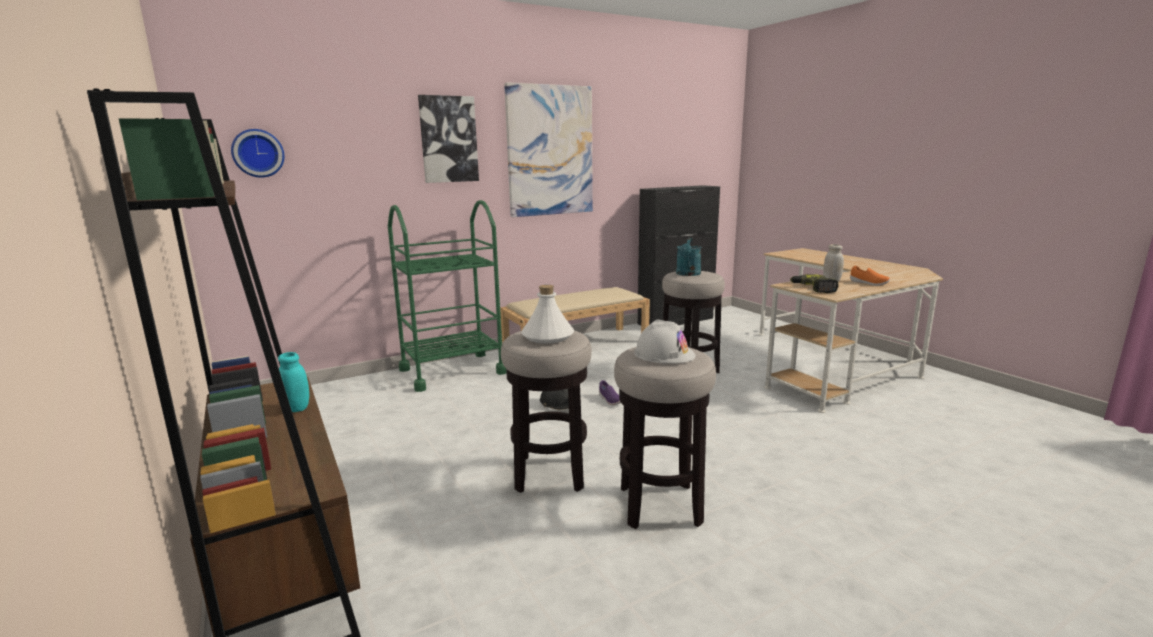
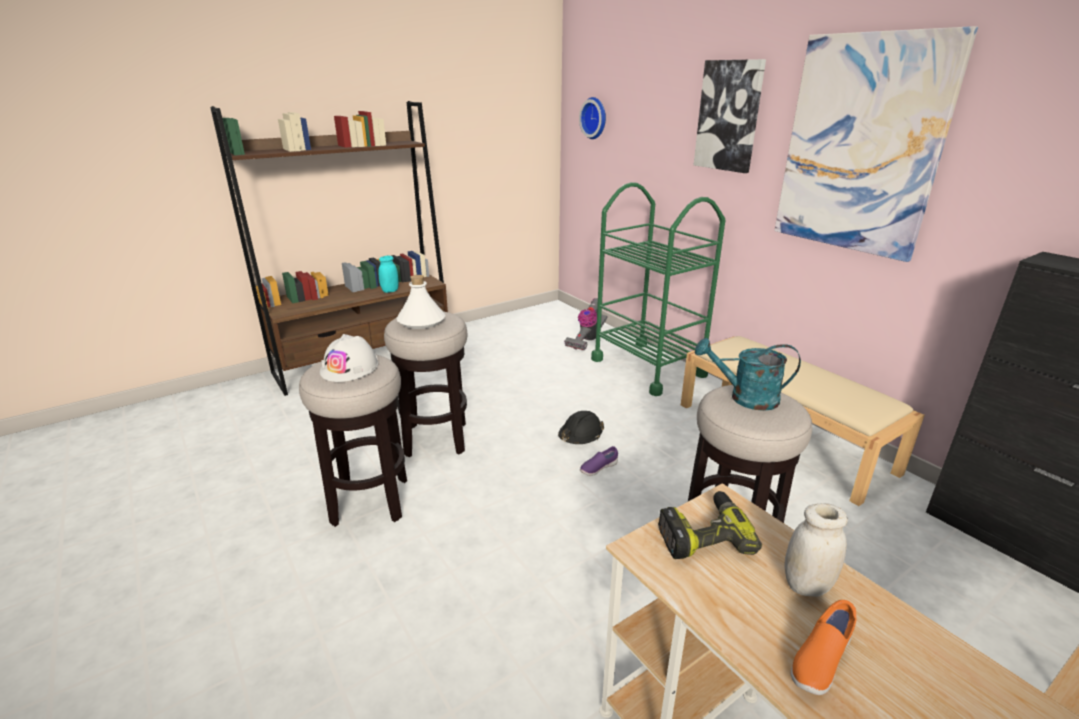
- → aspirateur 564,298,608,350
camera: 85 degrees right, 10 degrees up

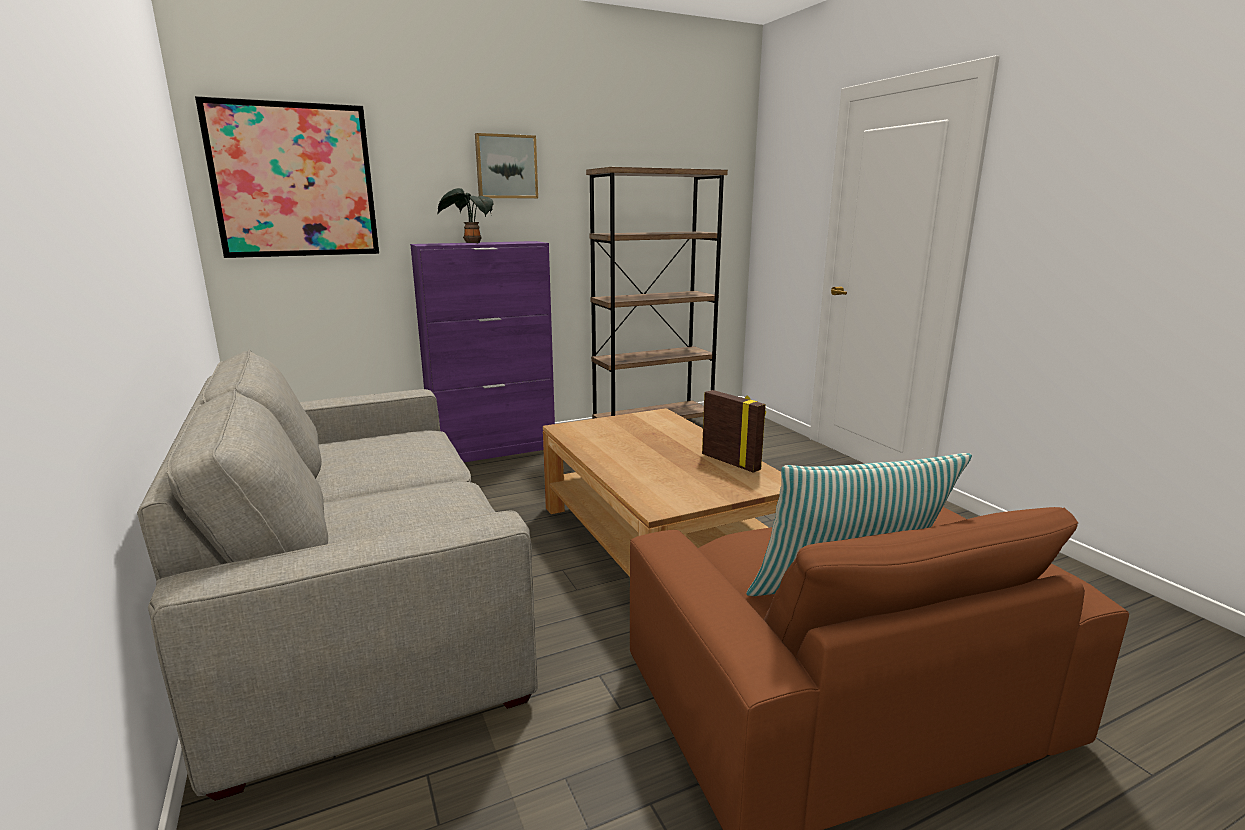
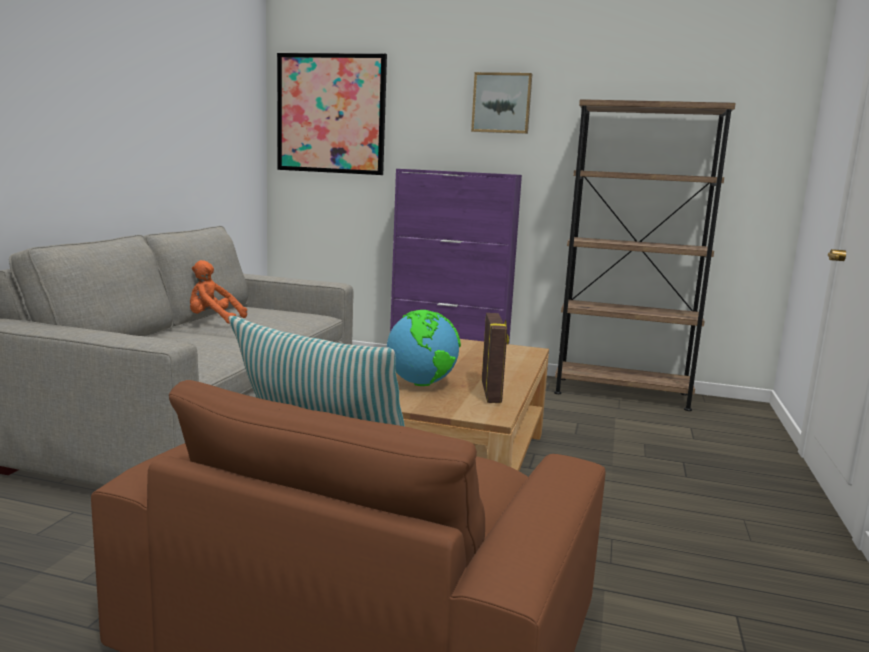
plante en pot 438,188,494,244 → -
- → peluche [orange] 190,260,247,324
- → globe 387,310,461,386
camera: 40 degrees right, 5 degrees down

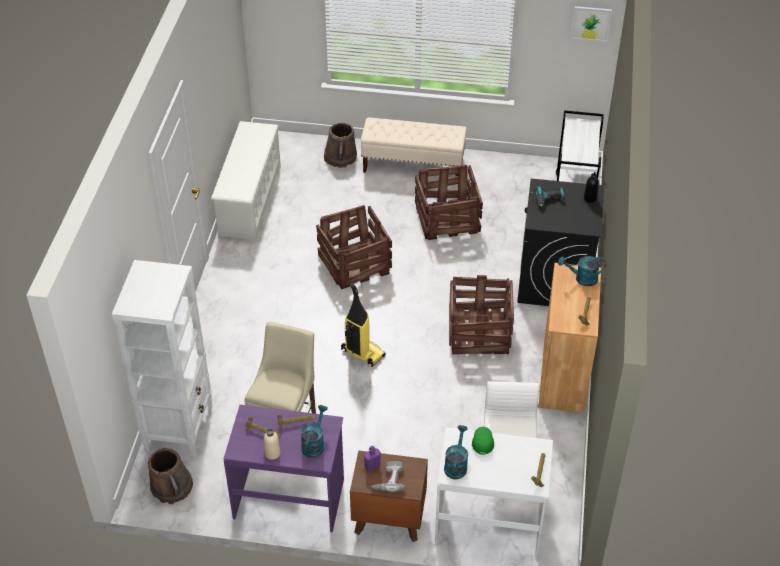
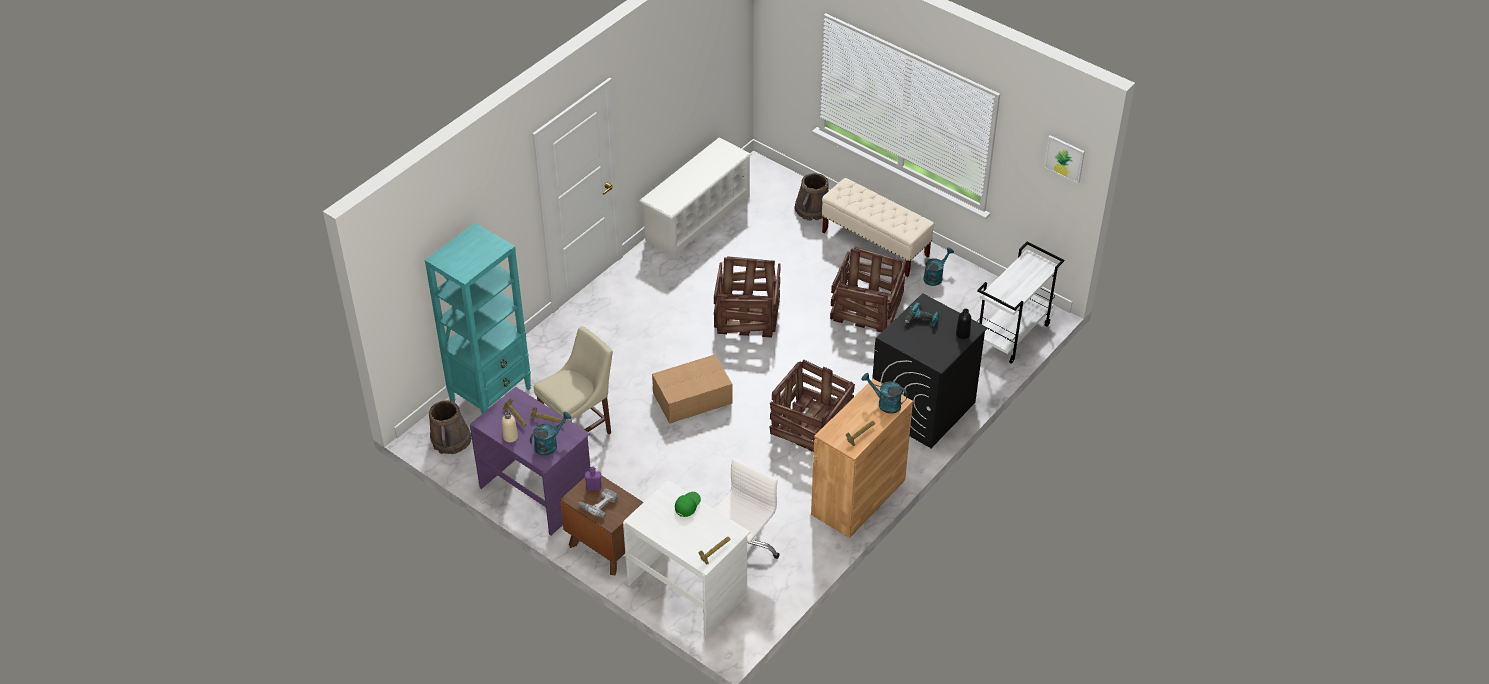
bibliothèque [blanc] 112,260,213,458 → bibliothèque [turquoise] 425,223,531,414
aspirateur 341,283,386,367 → carton 652,354,733,424
arrosoir [turquoise] 444,425,468,479 → arrosoir [turquoise] 923,247,954,286, shifted
camera: 30 degrees right, 0 degrees up

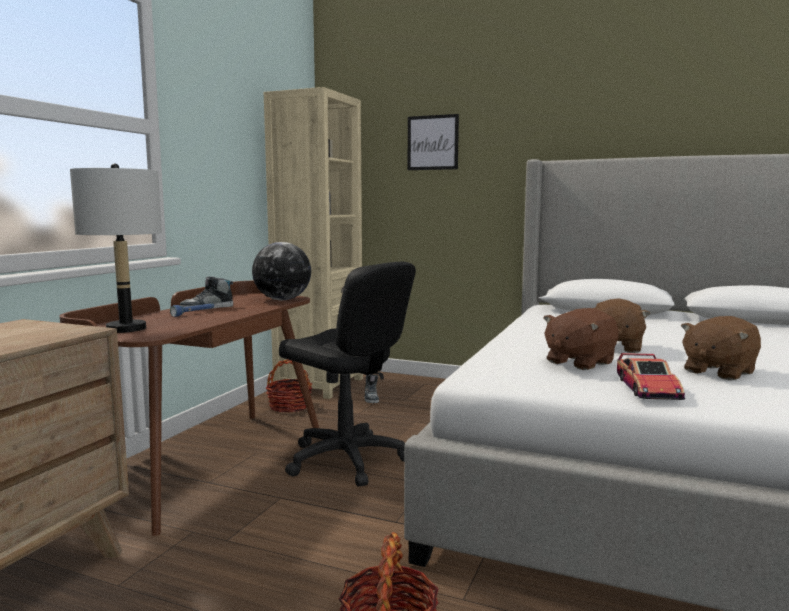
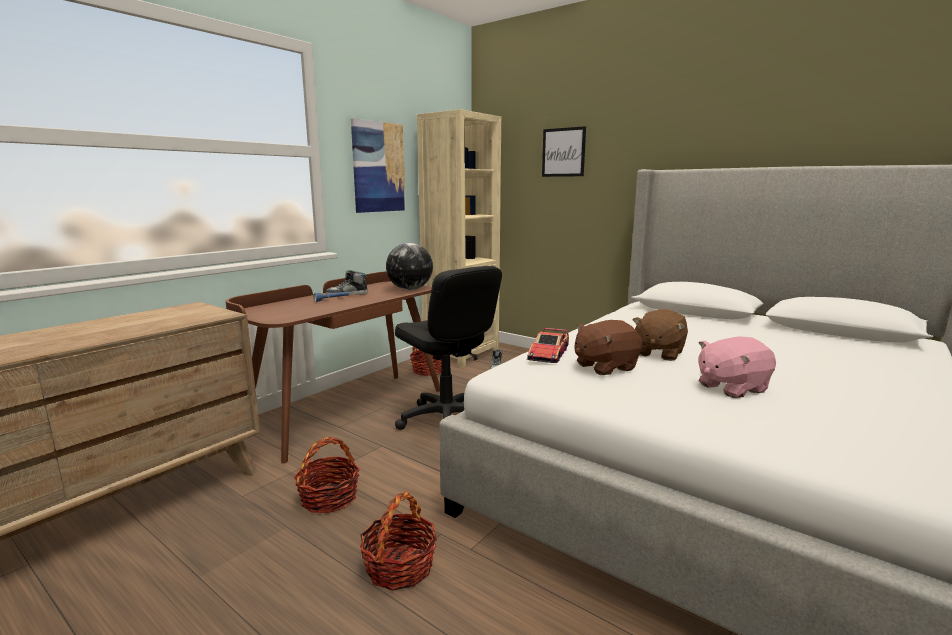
lampe de table [gris] 70,163,162,333 → -
petite voiture 617,353,685,400 → petite voiture 527,328,569,363, shifted
peluche [marron] 681,316,761,380 → peluche [rose] 698,337,776,398
- → panier 294,437,360,513
- → tableau 351,118,406,213
camera: 15 degrees right, 5 degrees up

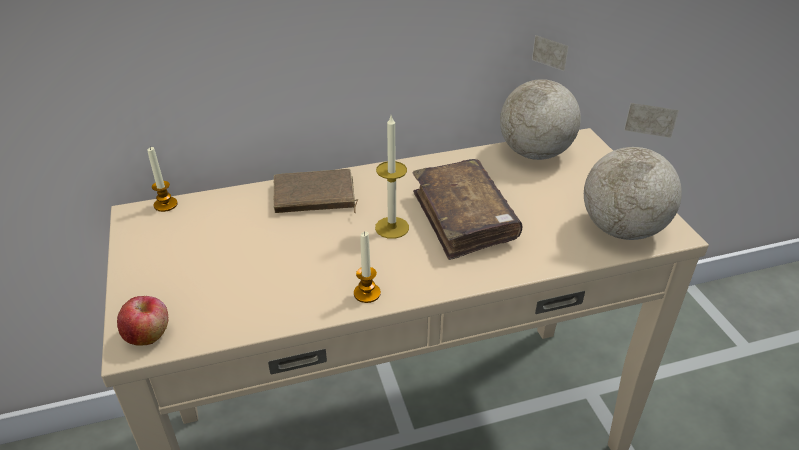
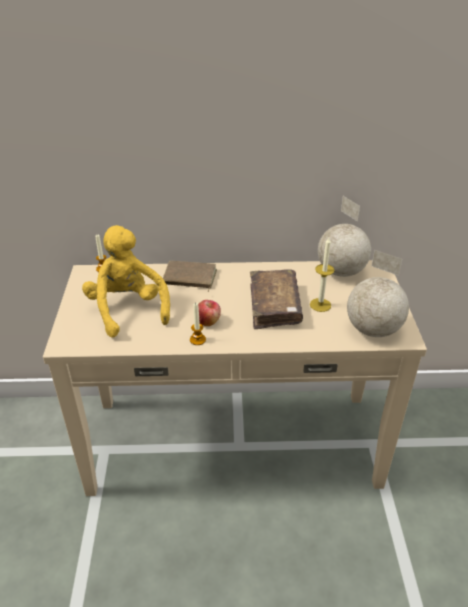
pomme 117,296,168,346 → pomme 198,300,221,326, shifted
bougie 375,116,409,239 → bougie 310,237,334,312, shifted
- → peluche [jaune] 82,225,170,338
camera: 15 degrees right, 0 degrees up

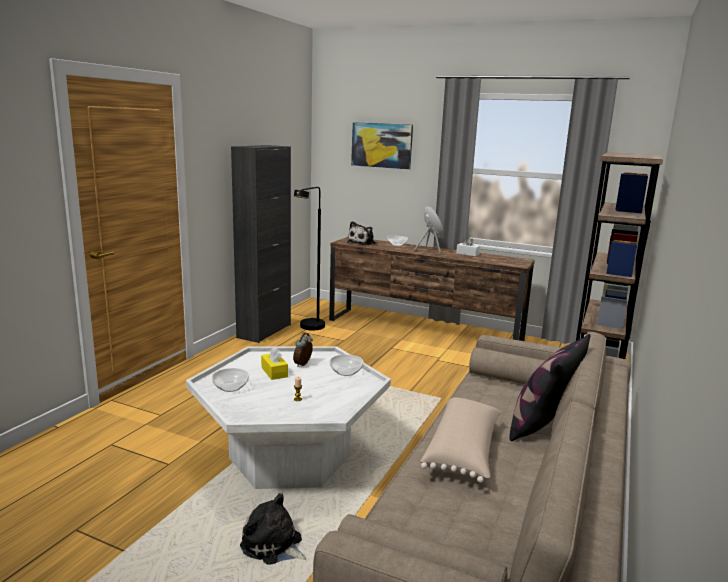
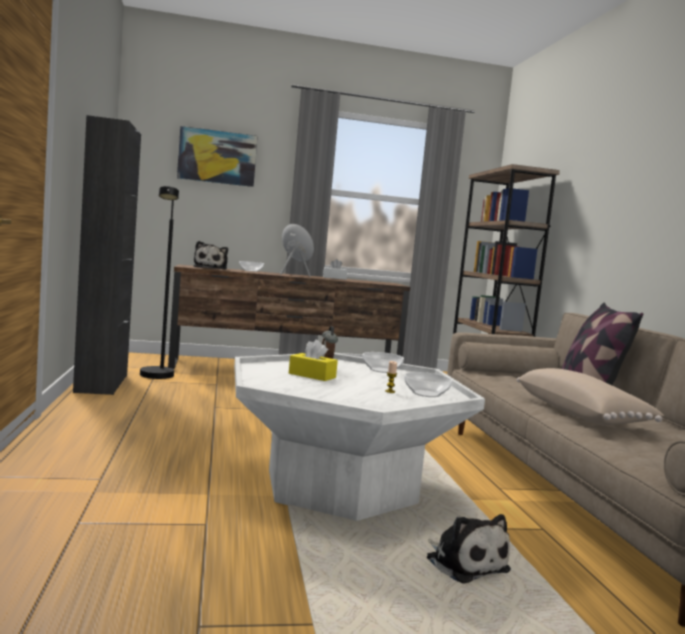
bol 212,368,249,392 → bol 404,372,453,397, shifted
peluche 240,493,307,565 → peluche 427,514,511,584, 120 degrees counterclockwise
camera: 35 degrees left, 10 degrees down

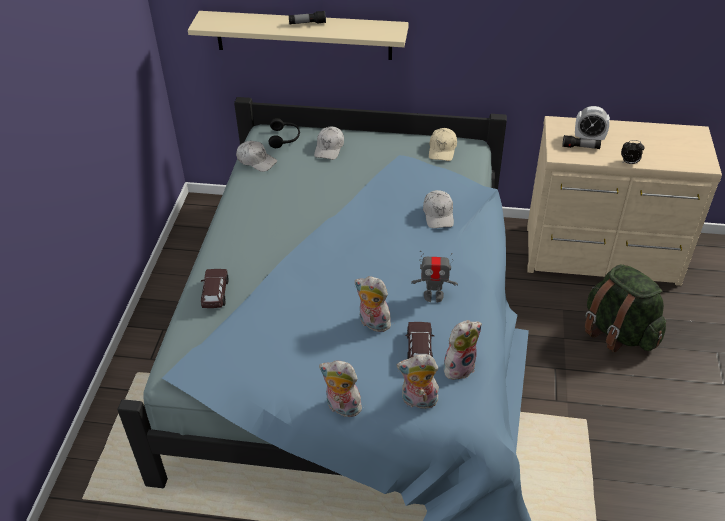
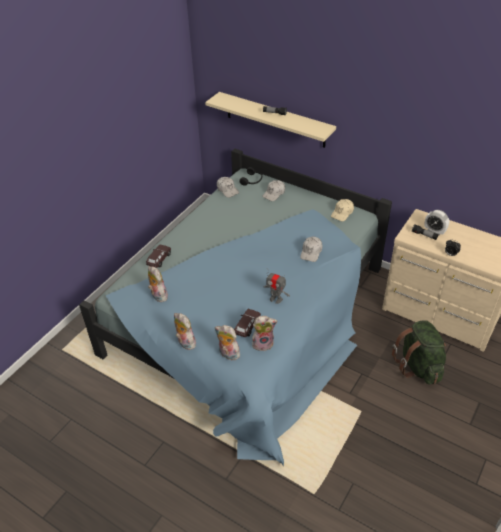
peluche 355,276,394,332 → peluche 148,266,168,302, shifted
camera: 25 degrees right, 0 degrees up

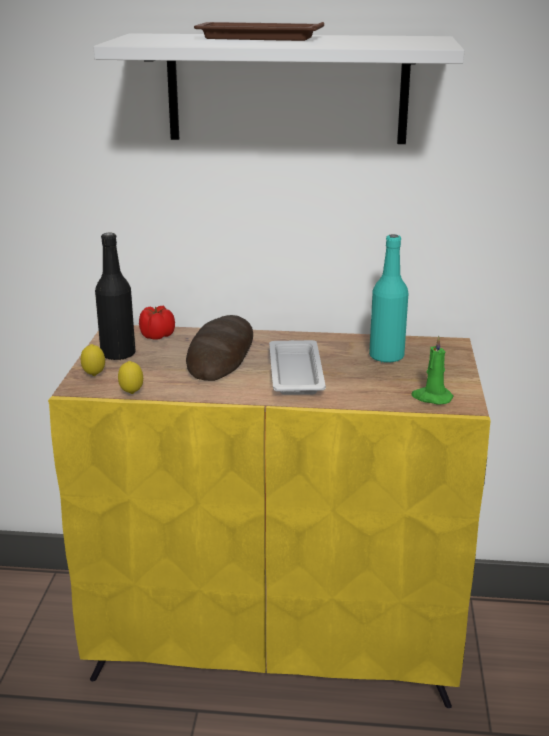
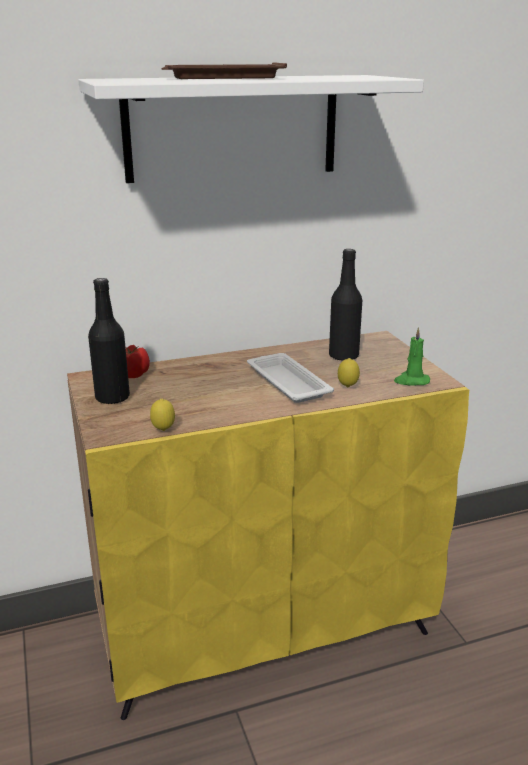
citron 81,344,105,376 → citron 338,358,360,387, shifted
pain 186,315,253,381 → -
bouteille [turquoise] 369,234,409,363 → bouteille [noir] 329,249,362,361
camera: 25 degrees left, 0 degrees up

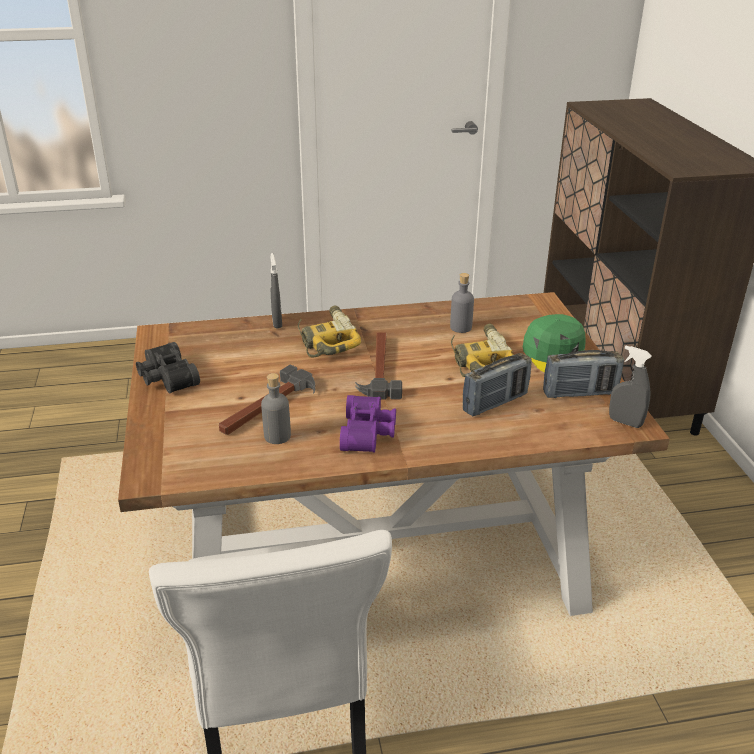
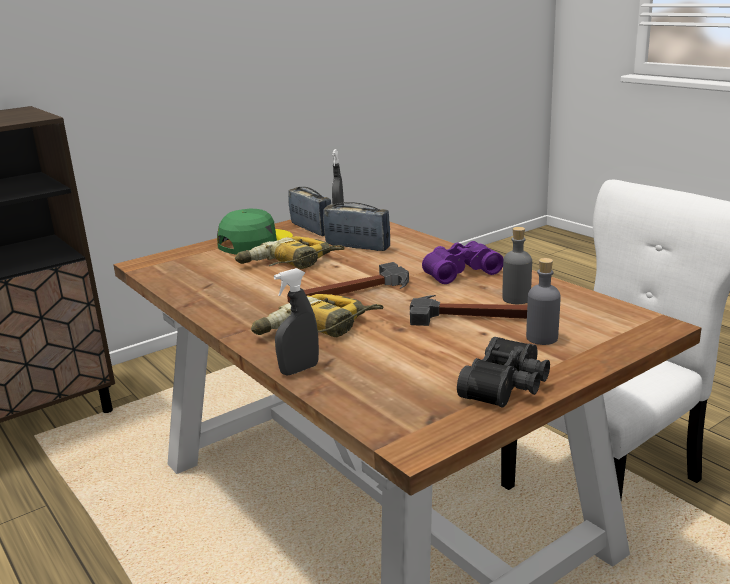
bouteille [gris] 450,273,474,333 → bouteille [gris] 526,258,561,345, shifted
camera: 115 degrees left, 10 degrees down

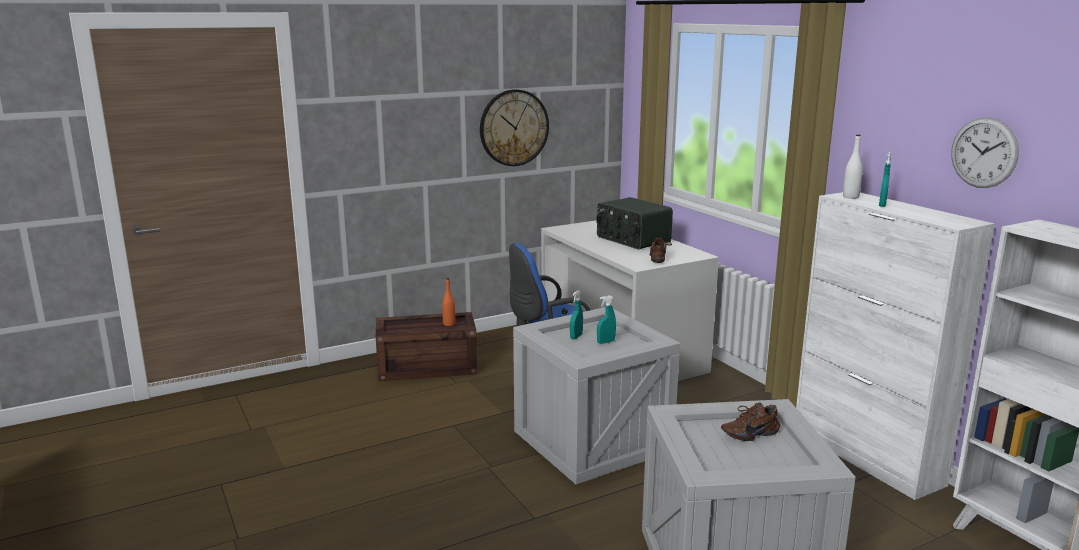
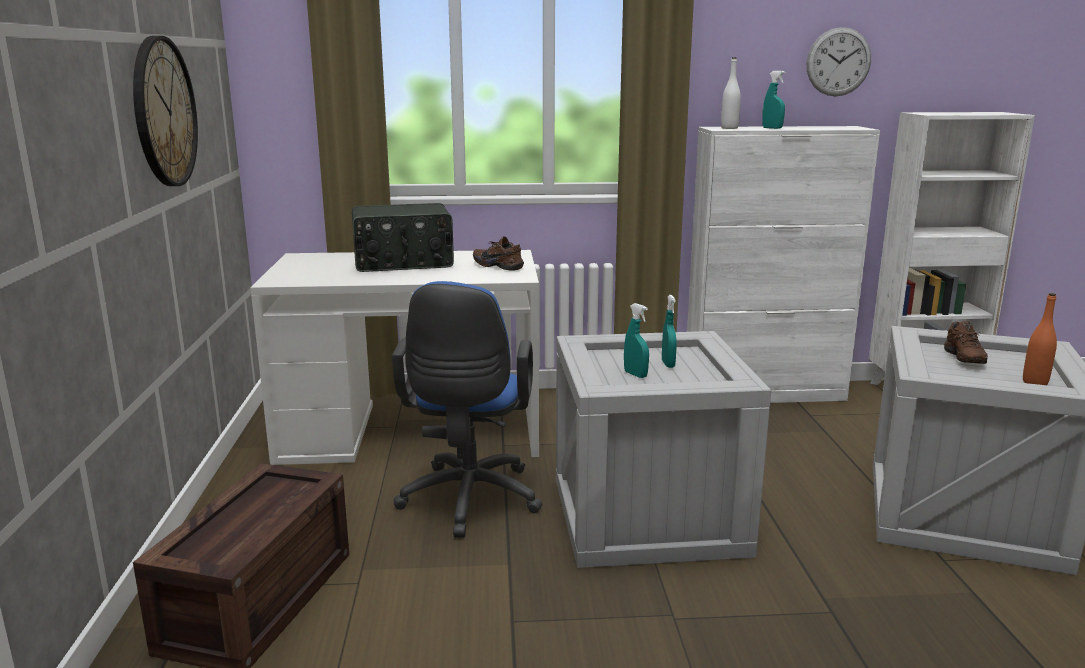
bouteille [orange] 442,278,455,326 → bouteille [orange] 1023,293,1057,385, shifted
camera: 65 degrees left, 0 degrees up

